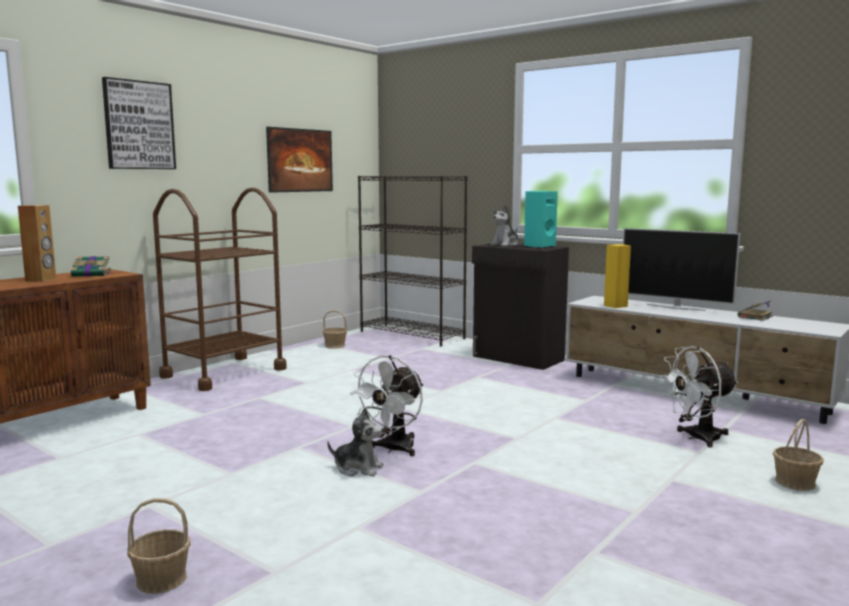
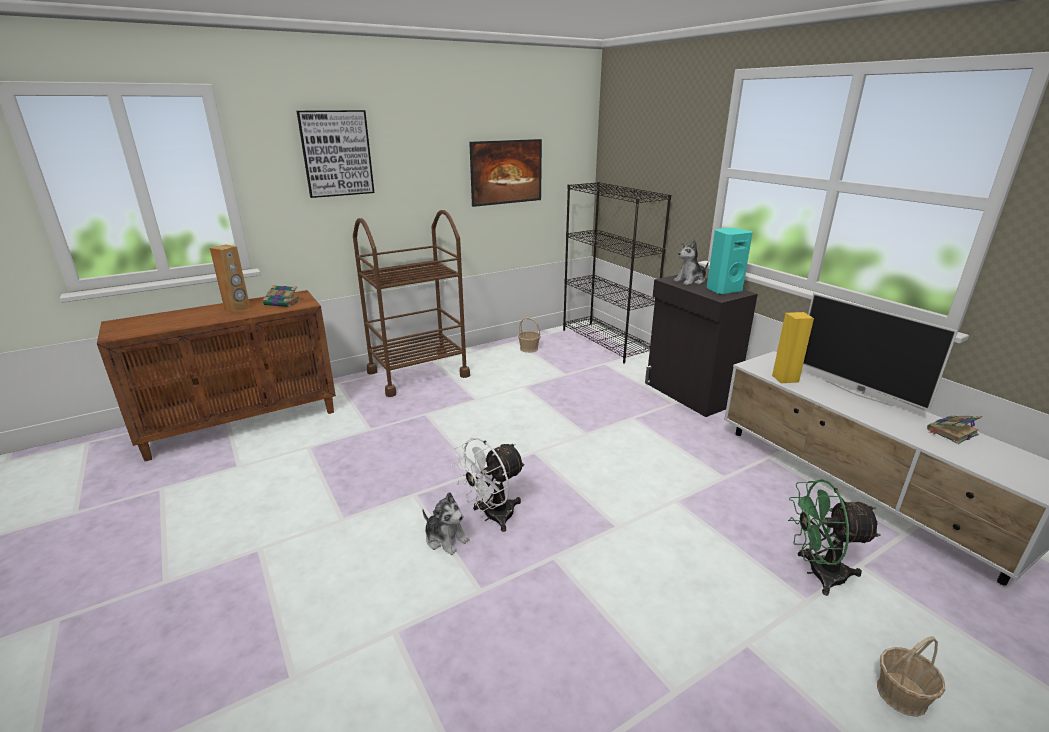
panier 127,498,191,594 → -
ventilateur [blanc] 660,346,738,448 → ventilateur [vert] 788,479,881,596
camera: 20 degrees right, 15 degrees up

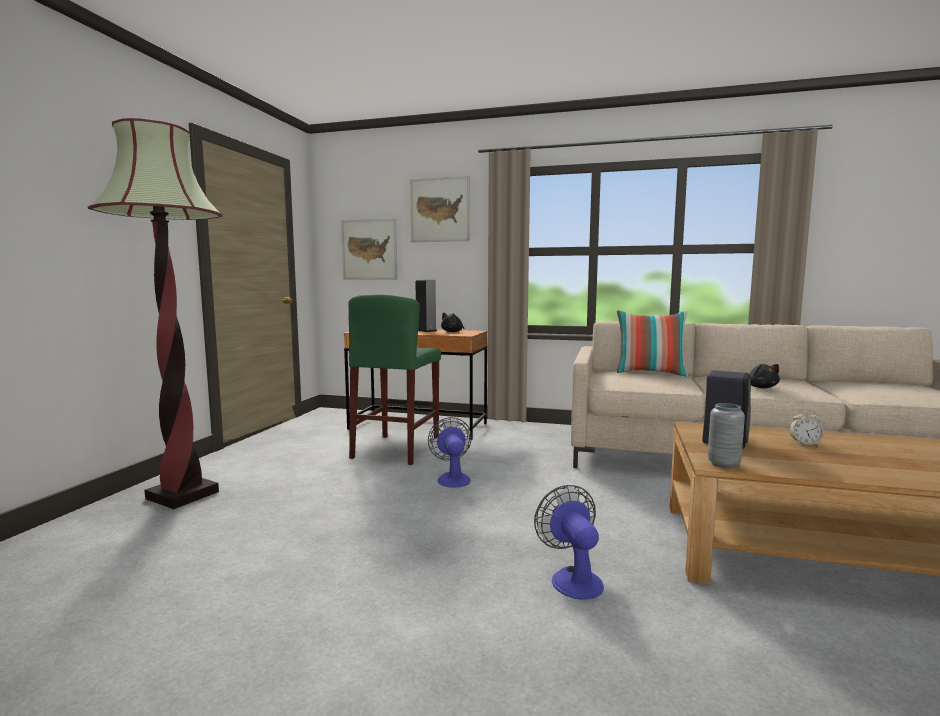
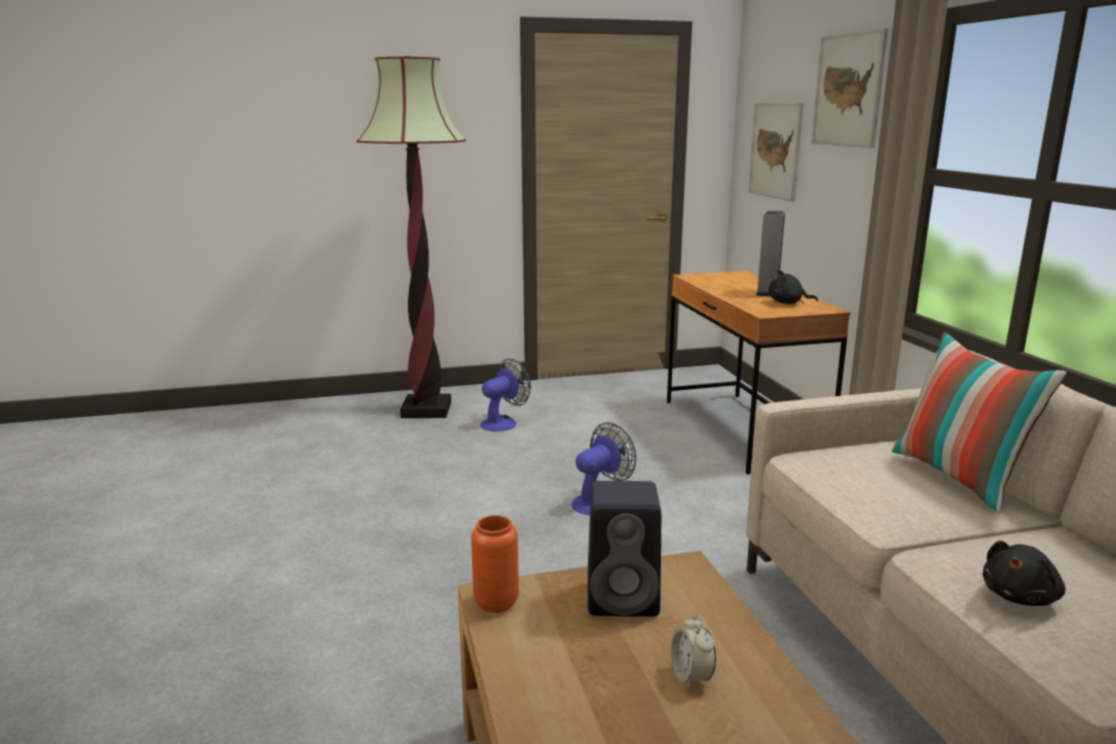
tabouret [vert] 349,294,441,465 → -
ventilateur 534,485,604,600 → ventilateur 480,359,531,432, shifted
vase [gris] 708,403,745,468 → vase [orange] 471,515,519,613
camera: 60 degrees right, 10 degrees up

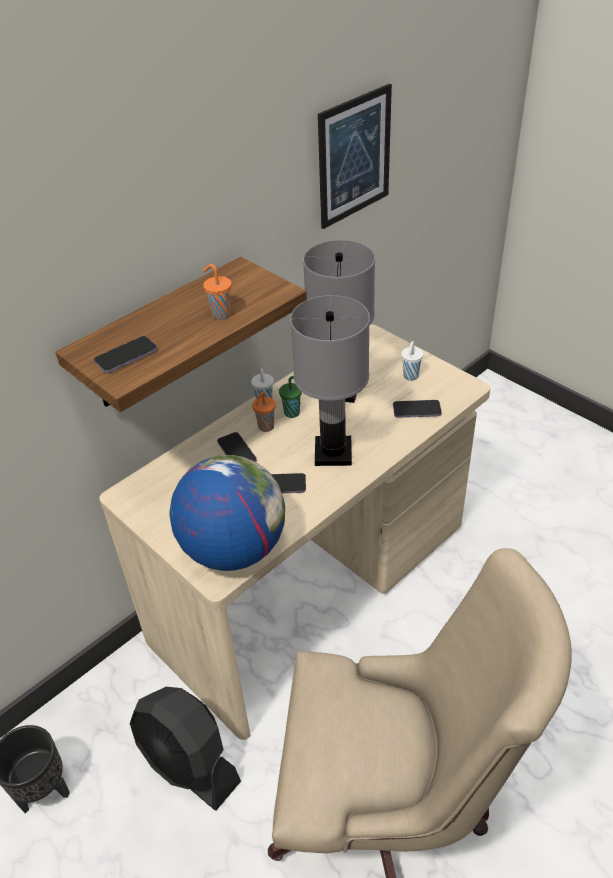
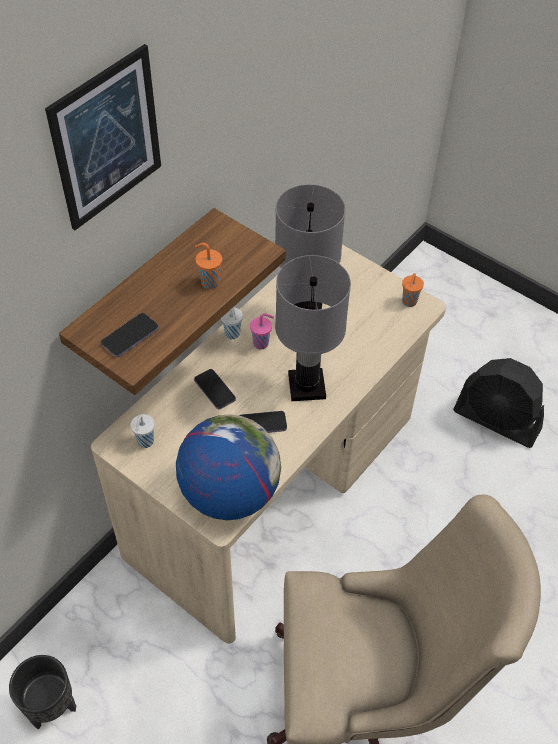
ventilateur [noir] 130,687,241,810 → ventilateur [noir] 453,358,544,448, shifted
tasse [orange] 252,392,276,432 → tasse [orange] 402,273,424,307, shifted
tasse [vert] 279,376,302,418 → tasse [rose] 250,314,274,350
tableau 318,84,392,229 → tableau 45,44,161,230, shifted
téléphone 393,400,442,418 → -
tasse [blanc] 401,341,423,381 → tasse [blanc] 130,414,155,448, shifted
camera: 10 degrees left, 10 degrees up

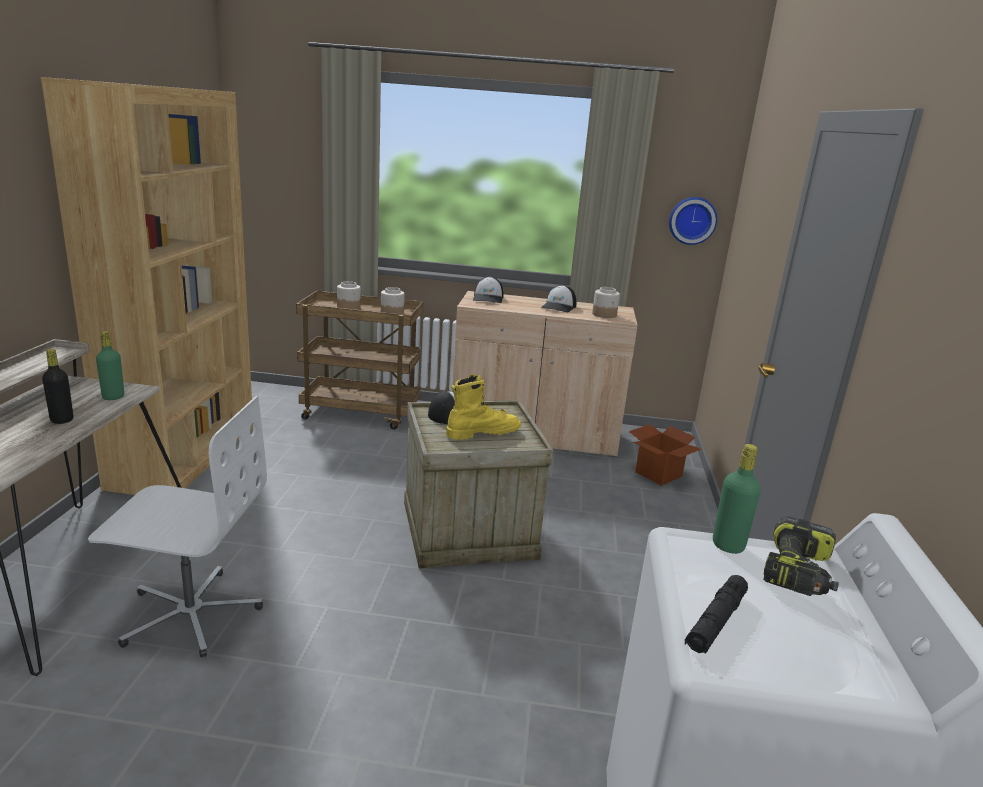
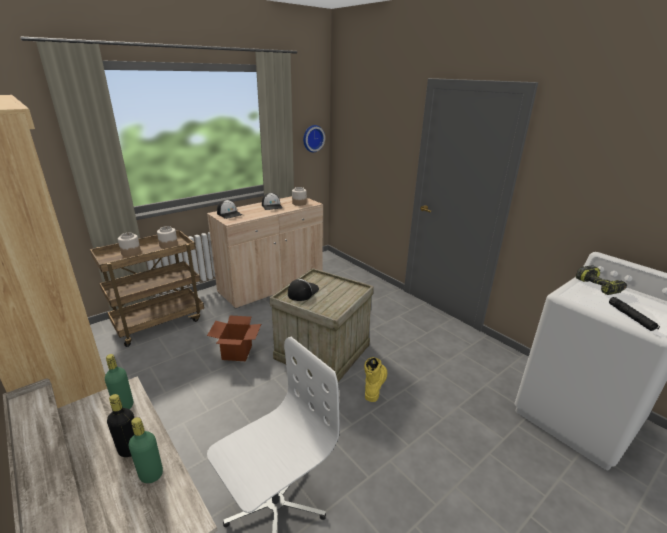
botte [jaune] 446,374,521,440 → botte [jaune] 364,357,387,402, shifted
carton 629,424,702,486 → carton 207,315,261,361, shifted
bouteille [vert] 713,444,761,554 → bouteille [vert] 129,417,163,483, shifted
camera: 45 degrees left, 5 degrees up

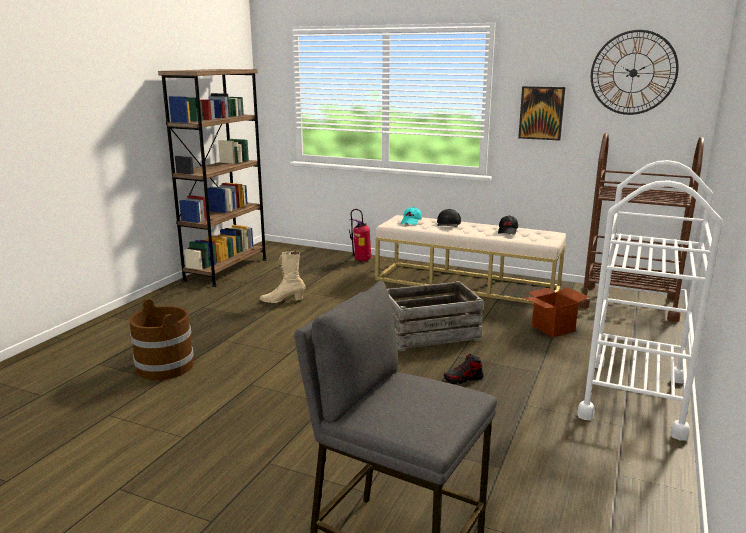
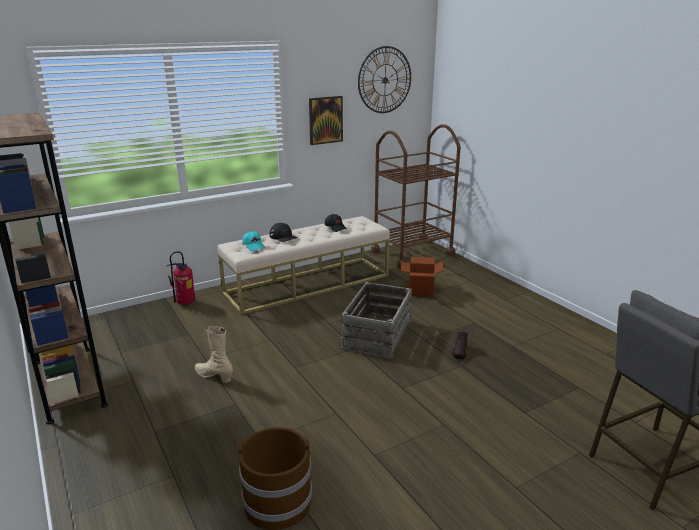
botte [beige] 260,251,305,303 → botte [beige] 195,326,233,383, 90 degrees clockwise
chariot [blanc] 577,160,723,441 → -
camera: 55 degrees left, 5 degrees up

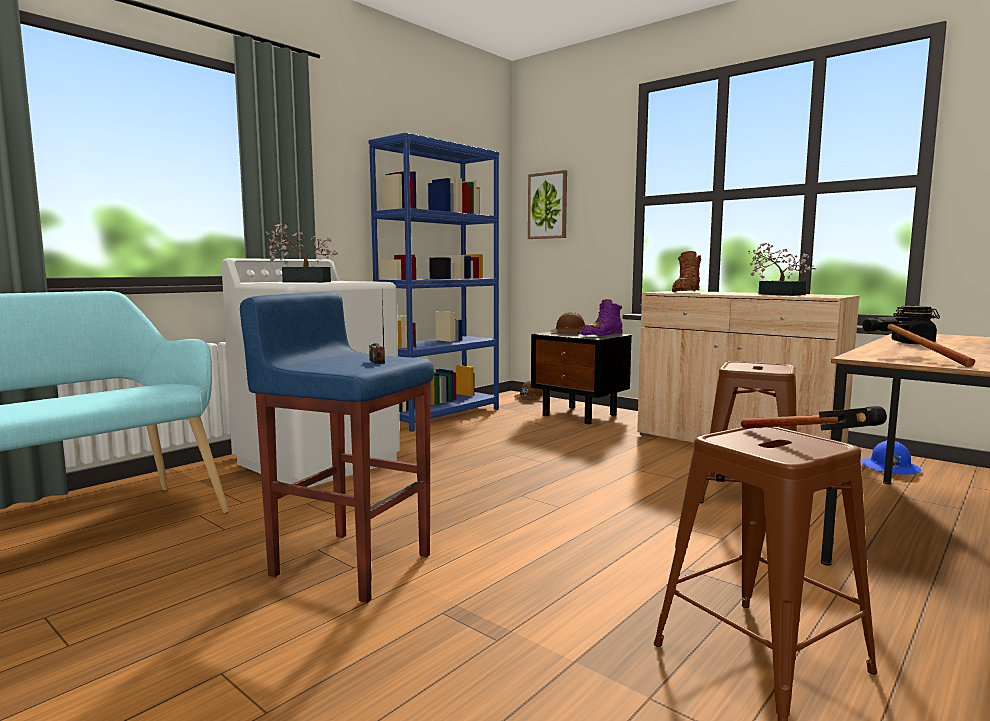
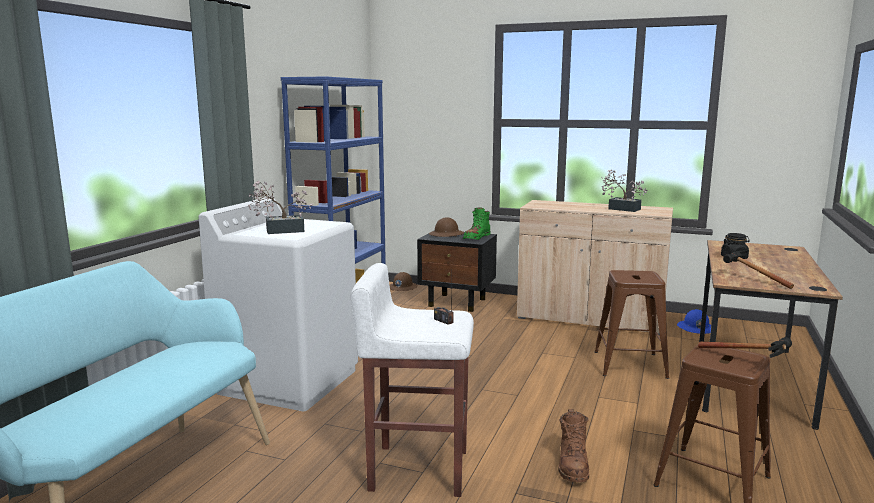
tabouret [bleu] 240,292,434,603 → tabouret [blanc] 351,263,474,497
tableau 528,170,567,239 → -
botte [violet] 581,299,623,336 → botte [vert] 463,208,491,240
botte [marron] 672,251,701,292 → botte [marron] 558,409,589,482, shifted
camera: 20 degrees left, 5 degrees up

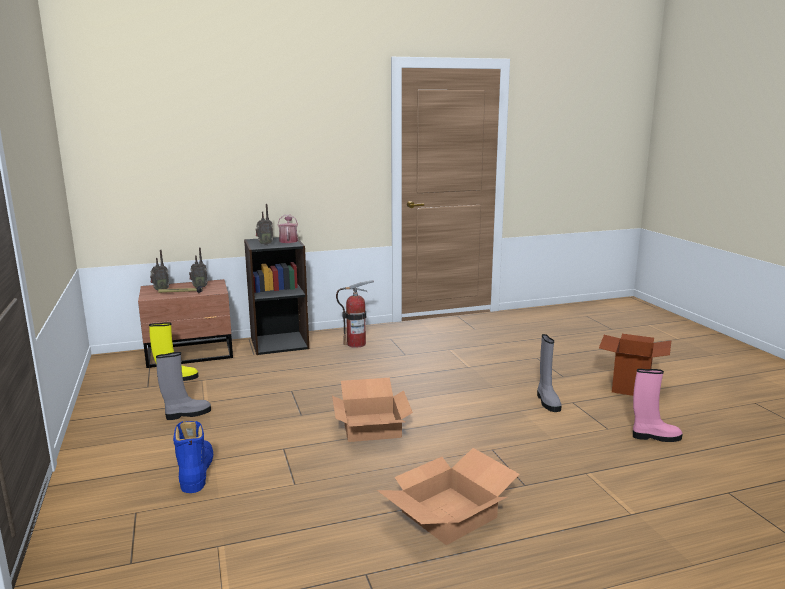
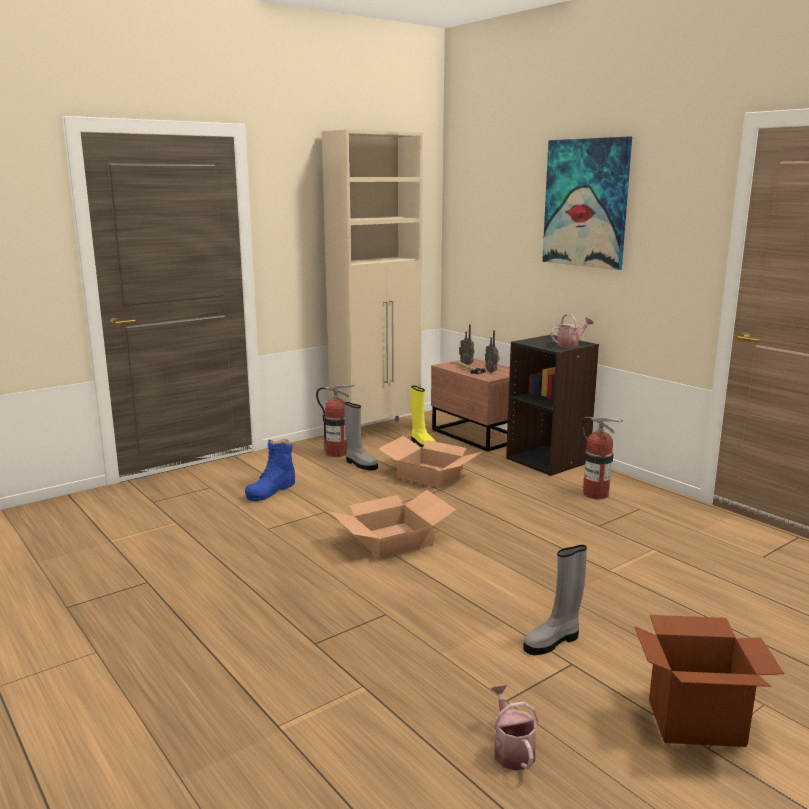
botte [bleu] 173,421,213,493 → botte [bleu] 245,439,295,501, 150 degrees clockwise
radio 255,204,273,245 → -
carton 377,448,520,545 → carton 378,436,482,488, shifted
botte [rose] 633,369,683,442 → arrosoir 490,685,538,771
- → extincteur 316,385,355,457
- → meuble de rangement [beige] 322,129,423,424
- → tableau 542,136,632,270
camera: 70 degrees right, 0 degrees up

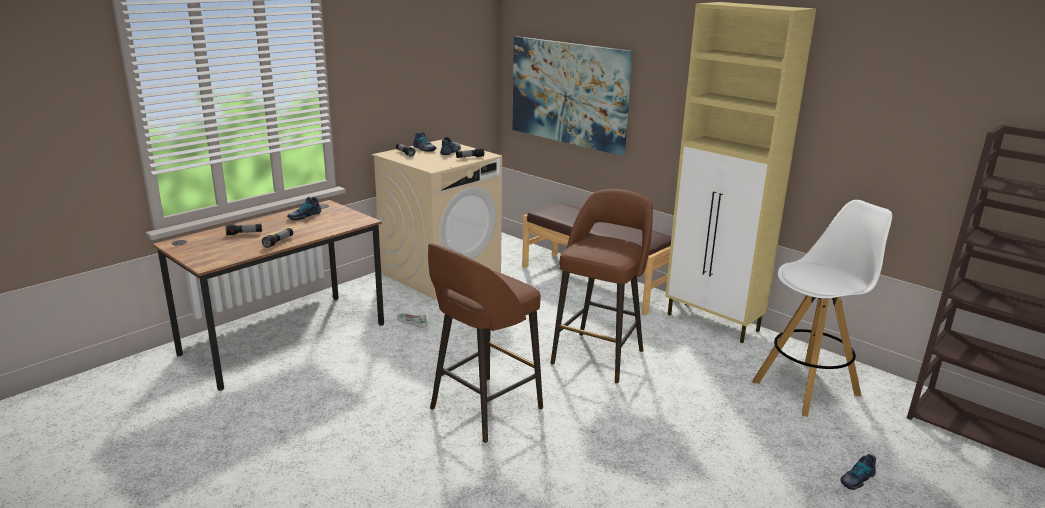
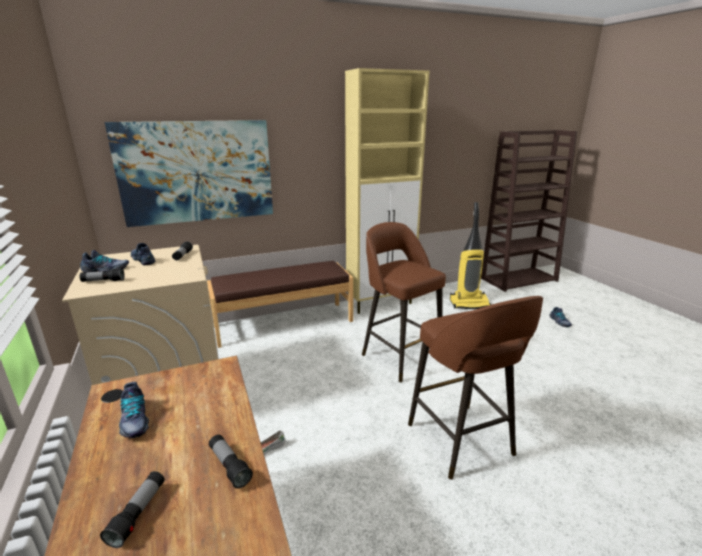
tabouret [blanc] 752,200,892,417 → aspirateur 450,202,491,309
camera: 65 degrees left, 0 degrees up

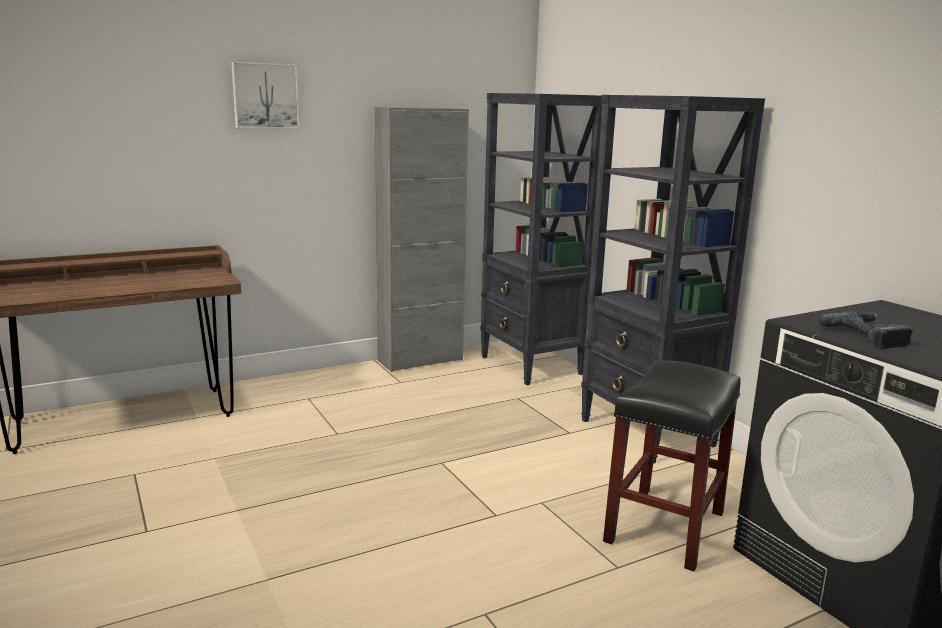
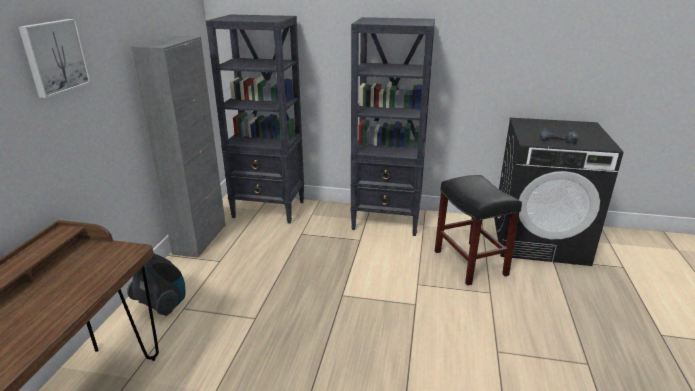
- → aspirateur 127,253,186,316
camera: 50 degrees left, 10 degrees up

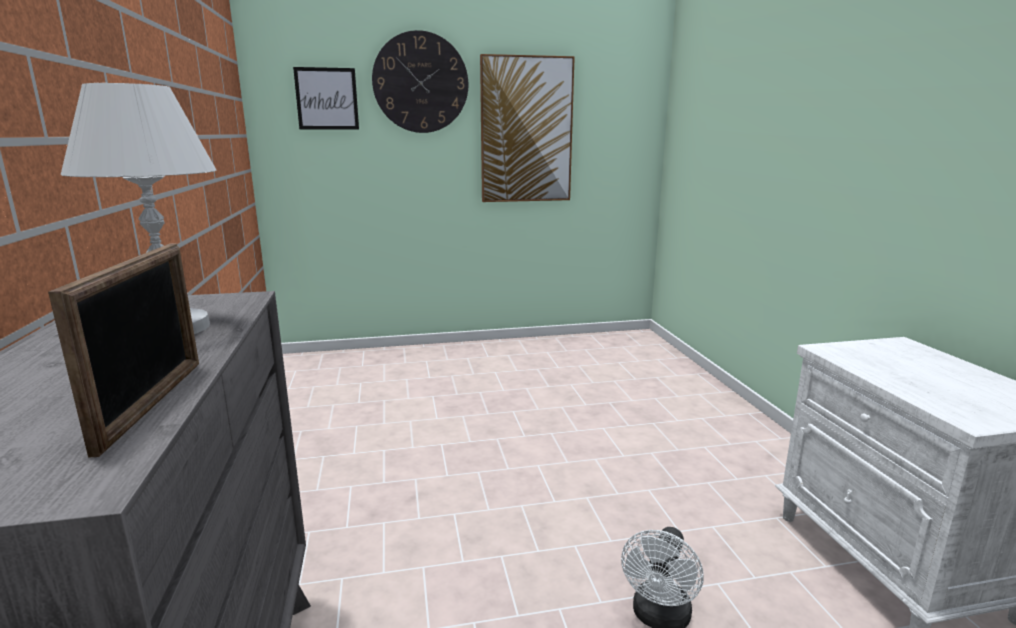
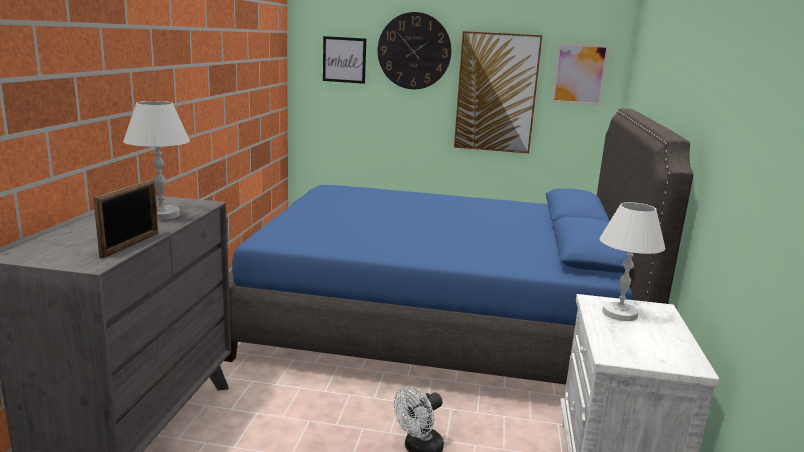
- → lit [bleu] 224,108,693,385
- → tableau 551,42,610,106
- → lampe de table [blanc] 600,202,665,321
camera: 20 degrees right, 0 degrees up

